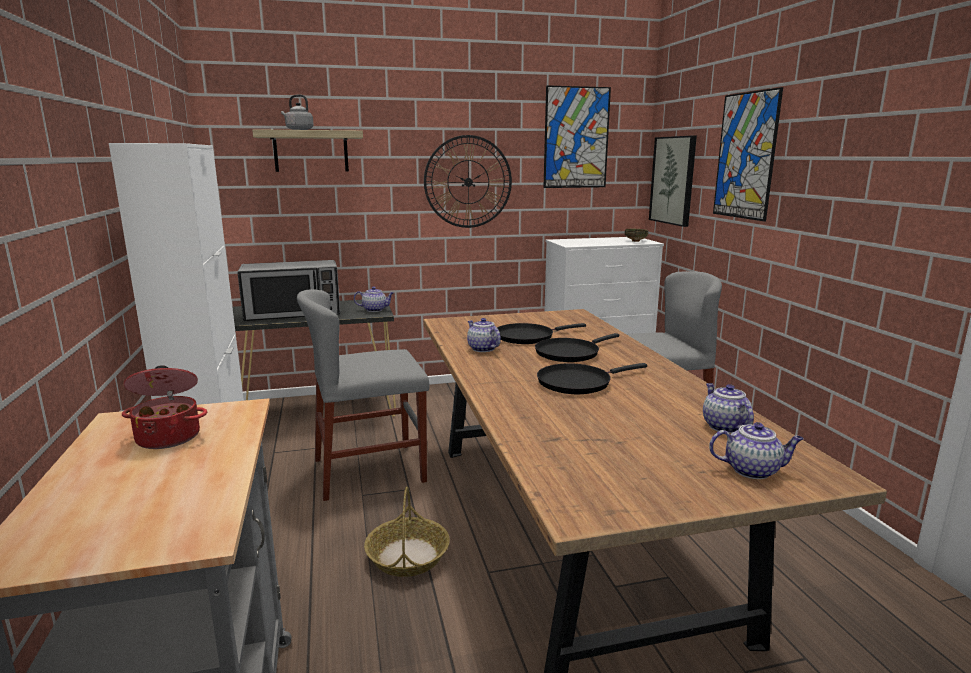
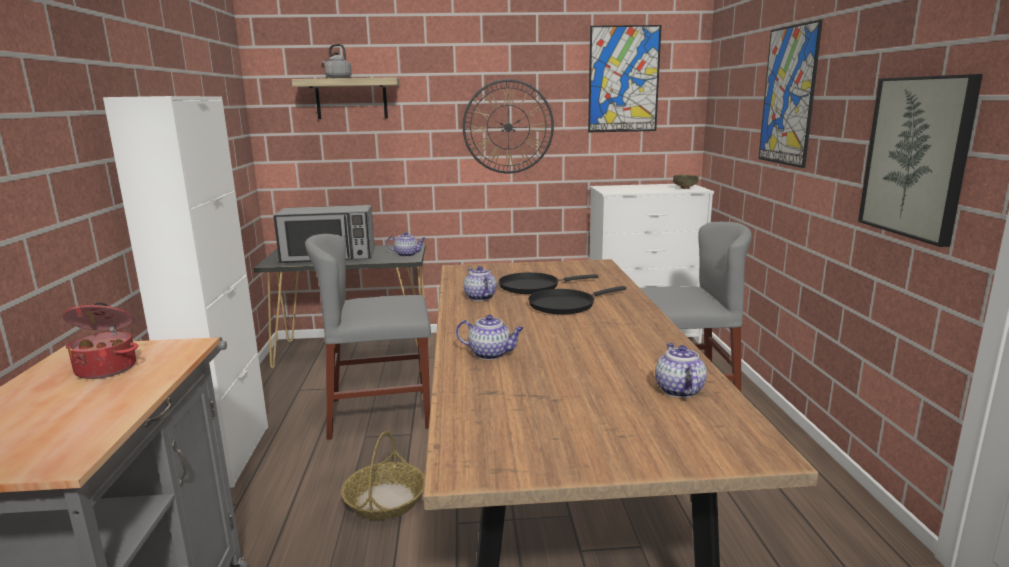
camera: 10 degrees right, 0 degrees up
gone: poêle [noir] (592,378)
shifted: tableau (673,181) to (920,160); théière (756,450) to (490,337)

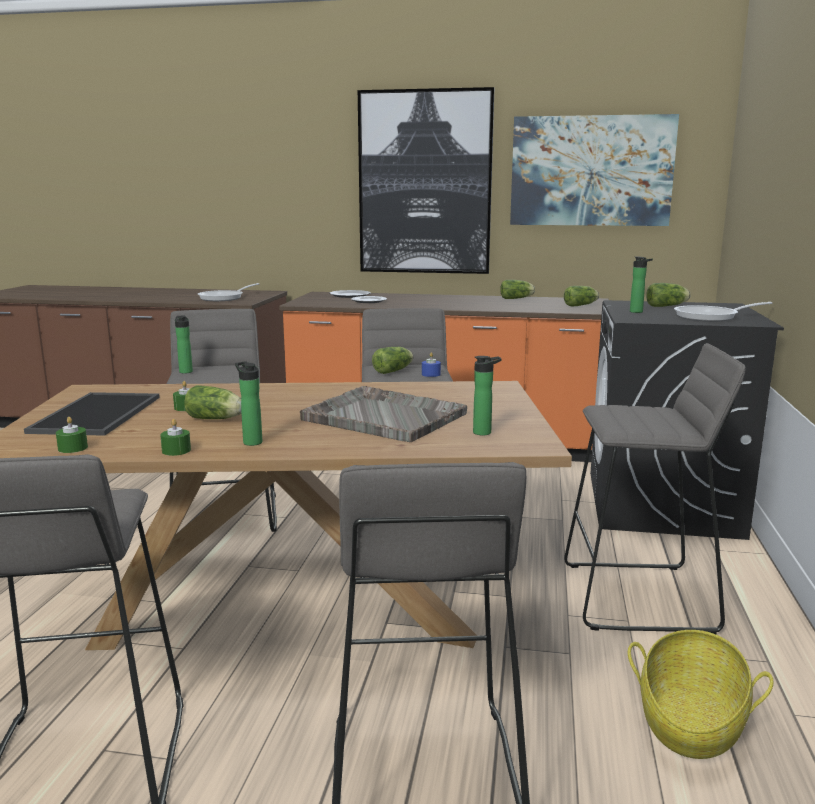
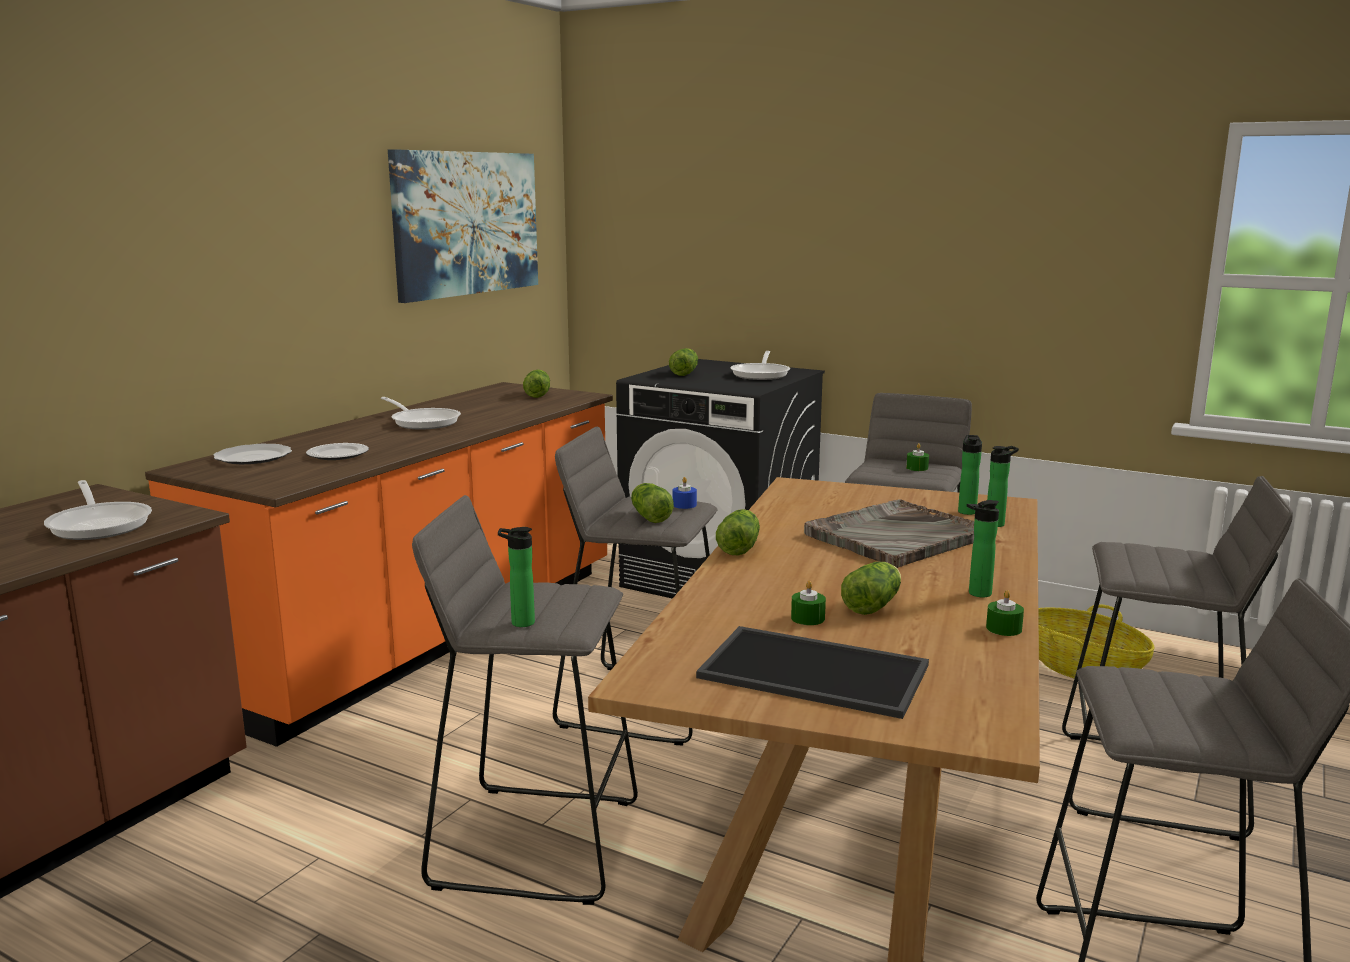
camera: 70 degrees left, 0 degrees up
gone: tableau (426,180)
new: poêle (421,413)
shifted: bouteille (641,285) to (1003,486); laitue (517,289) to (738,532); bougie [vert] (72,435) to (917,457)

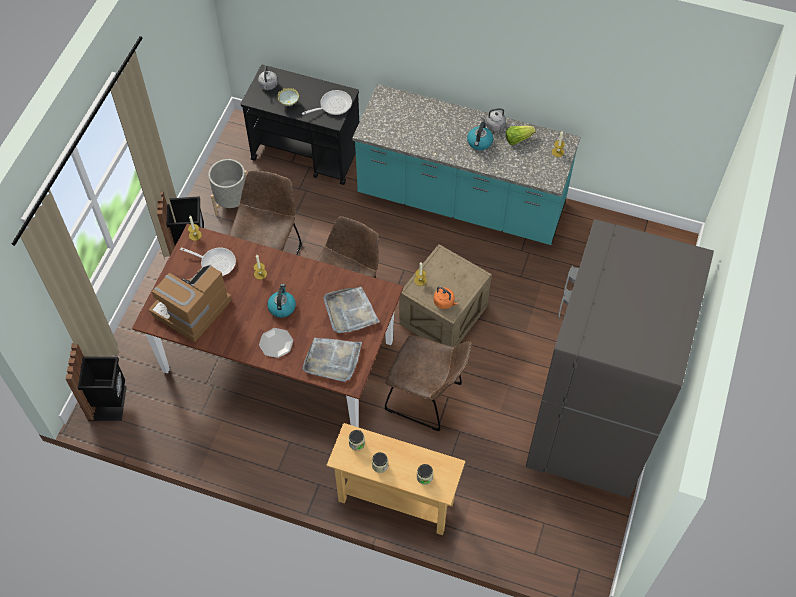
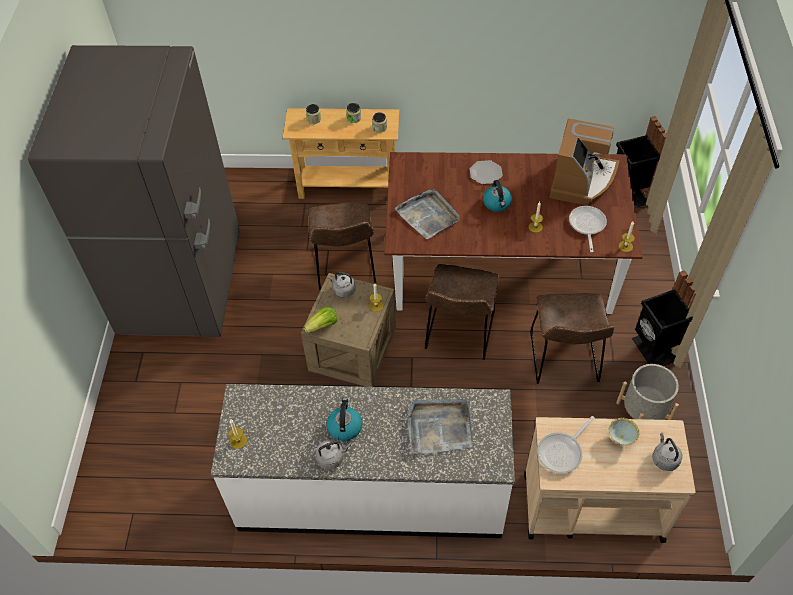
camera: 165 degrees right, 5 degrees down
shifted: laitue (521,135) to (321,319); plateau [gris] (332,360) to (440,426)
repainted: chariot [noir] (300,125) to chariot [beige] (610,480); comptoir de cuisine [turquoise] (466,164) to comptoir de cuisine [blanc] (363,461); bouilloire [orange] (446,297) to bouilloire [gris] (341,285)
rotated: poêle (208,261) = (588,229) 90 degrees clockwise; chaise [marron] (428,383) = (342,245) 105 degrees counterclockwise

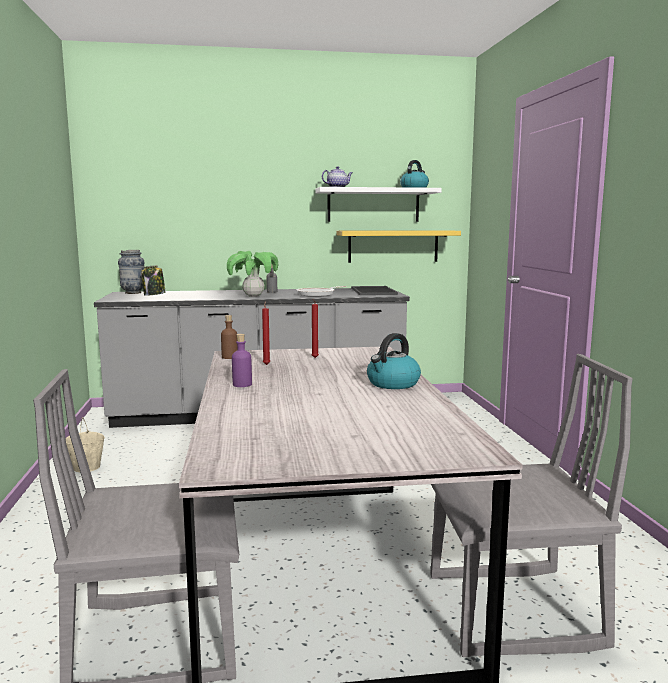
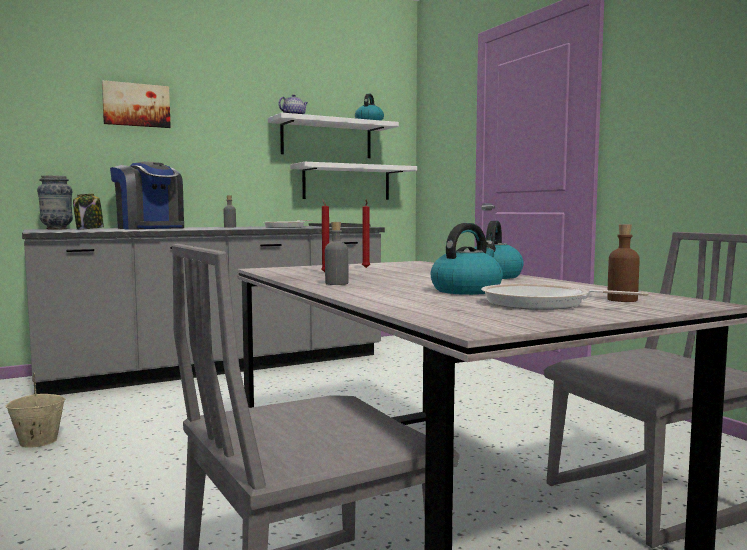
camera: 20 degrees left, 5 degrees down
gone: plante en pot (252,274)
new: tableau (136,104); machine à café (147,196); bouilloire (467,259); poêle (565,297)
shifted: bouteille [marron] (229,337) to (623,263)
repainted: étagère [jaune] (399,246) to étagère [blanc] (353,181); bouteille [violet] (242,360) to bouteille [gris] (336,253)

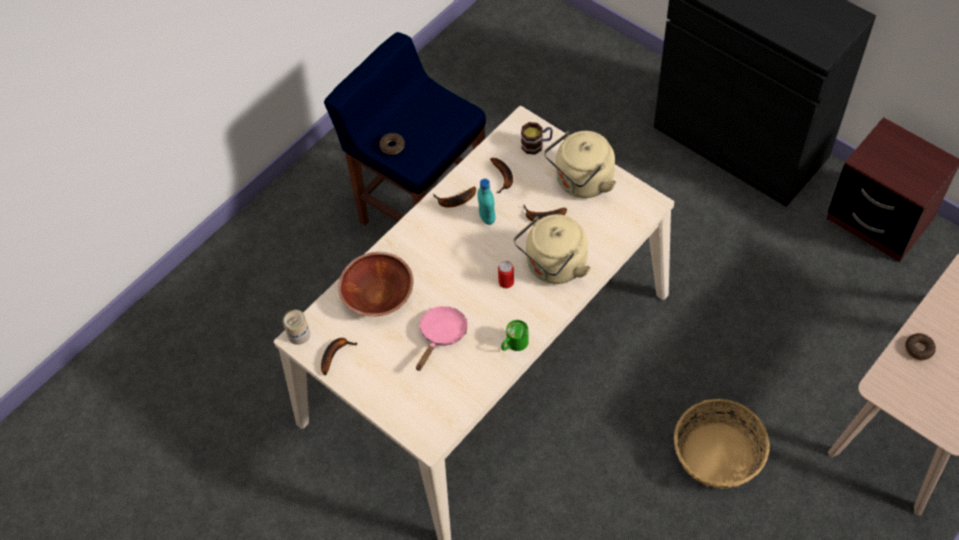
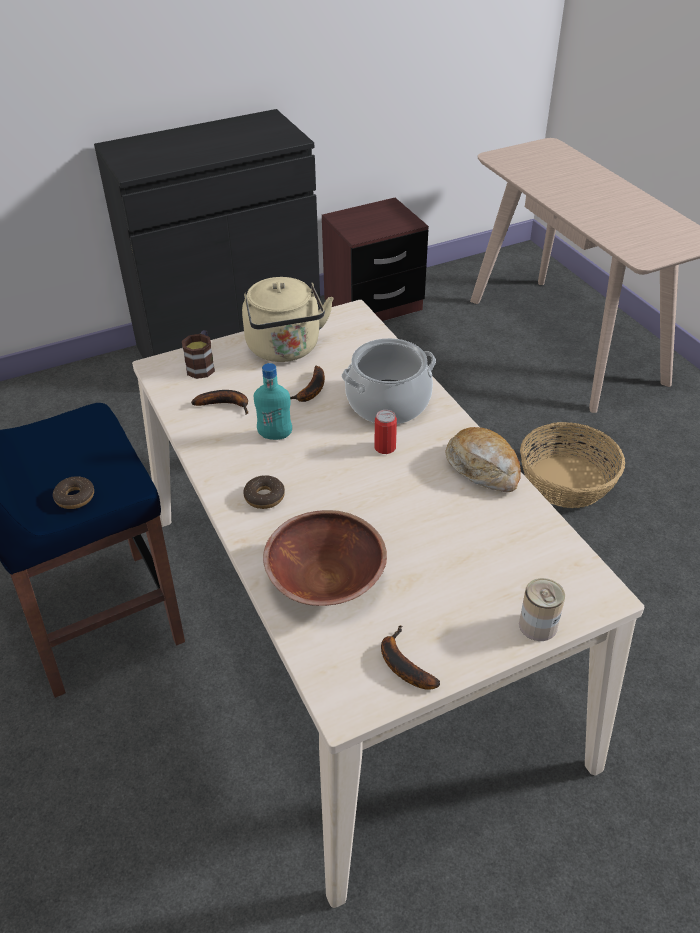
camera: 70 degrees left, 15 degrees down
gone: banane (454,197); poêle [rose] (442,338)
shifted: boîte métallique (296,327) to (542,609); beignet (920,346) to (264,492)
swapped: bouilloire [beige] (552,249) to marmite (388,381); mug [vert] (515,335) to pain (483,459)

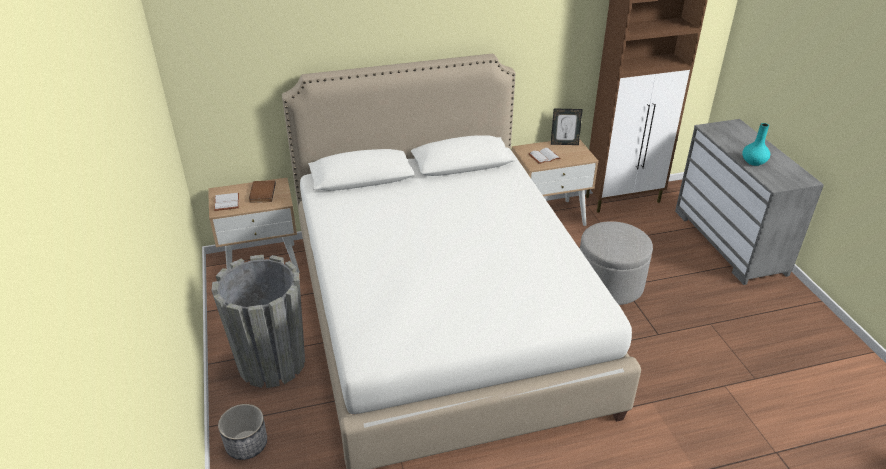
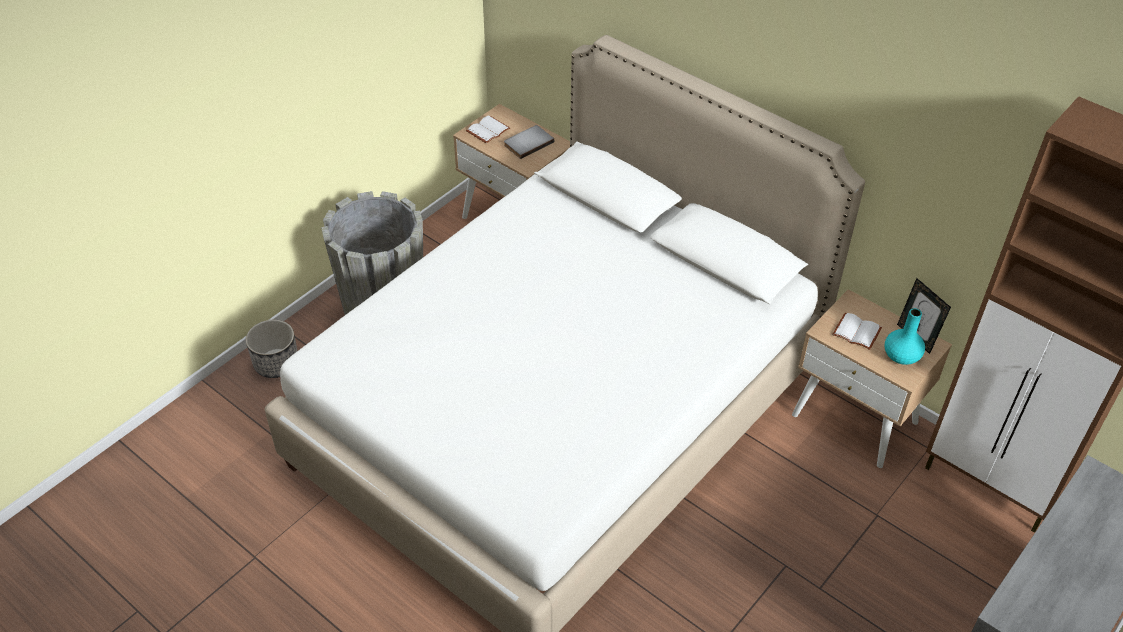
camera: 55 degrees right, 10 degrees up
gone: pouf [gris] (616,263)
shifted: vase [turquoise] (756,144) to (904,336)
repainted: livre [marron] (262,191) to livre [gris] (529,142)

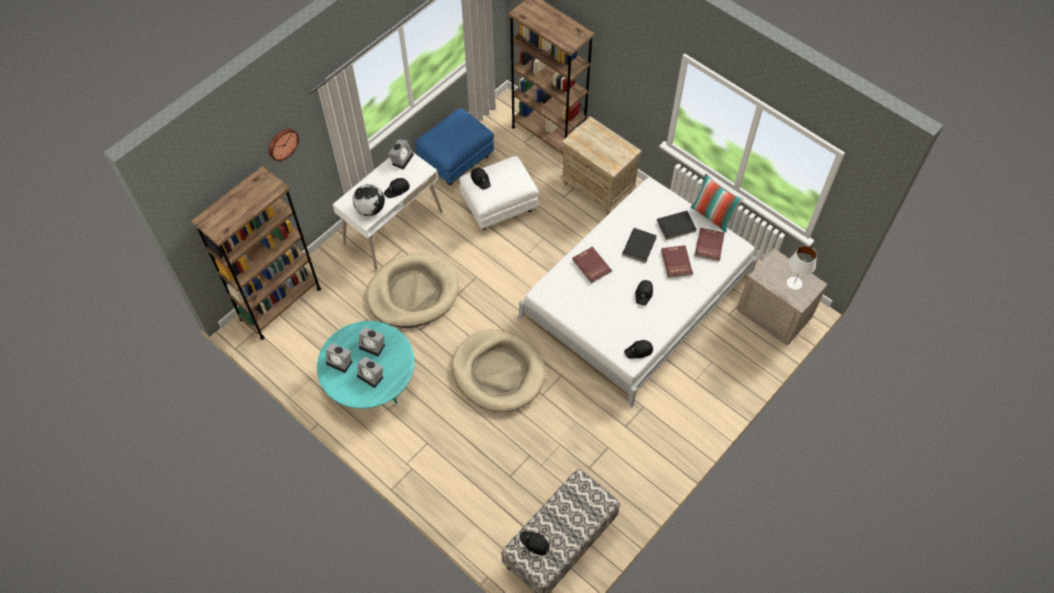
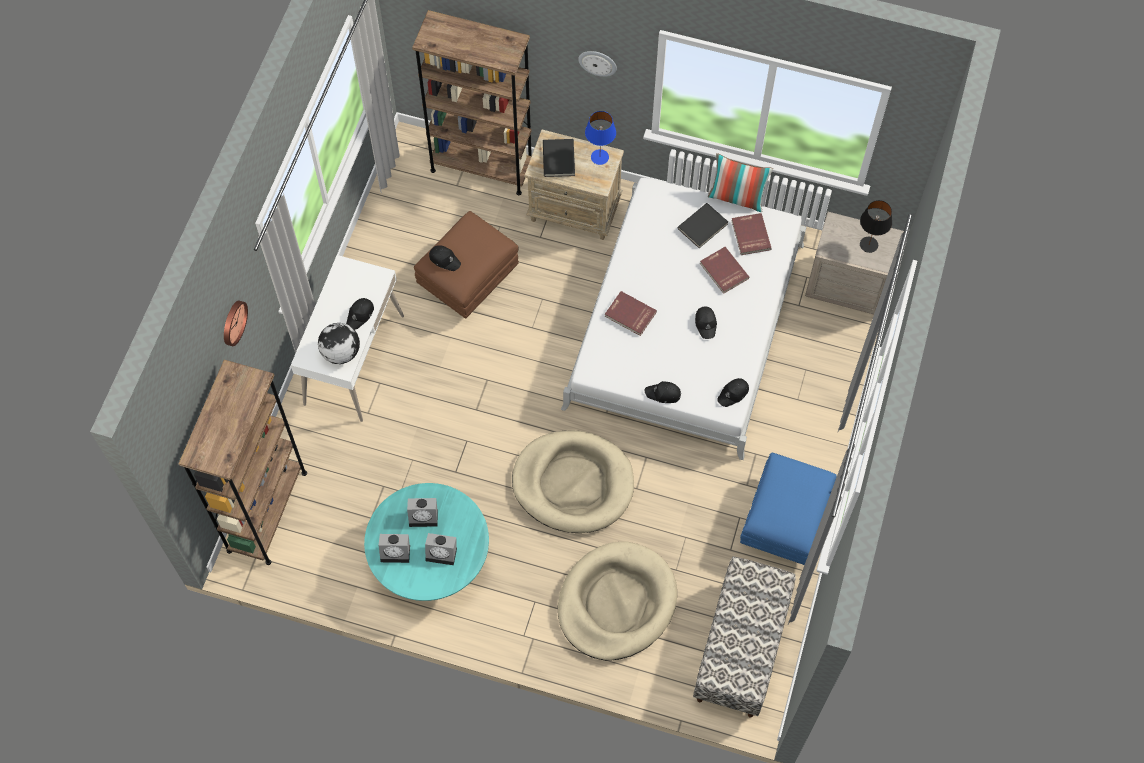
camera: 25 degrees left, 5 degrees up
gone: réveil (401,154)
new: horloge murale (597,64); lampe de table [bleu] (600,138)
shifted: pouf [bleu] (454,146) to (788,509); livre [noir] (639,245) to (559,158); panier pour chien [beige] (413,290) to (617,601); casquette [noir] (535,543) to (663,392)
repainted: pouf [blanc] (499,193) to pouf [marron] (466,265); lampe de table [blanc] (802,268) to lampe de table [noir] (876,226)

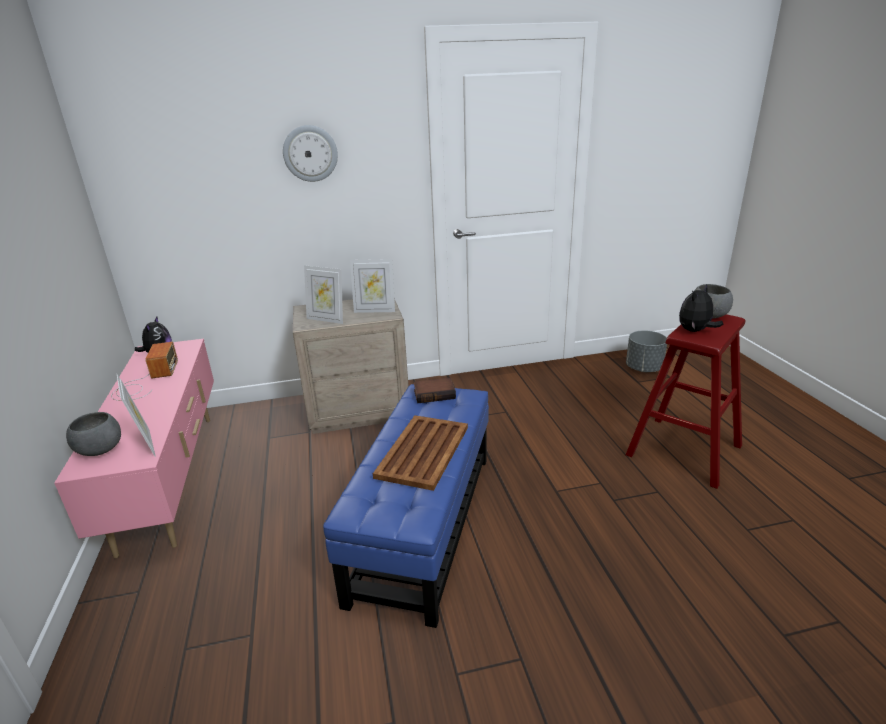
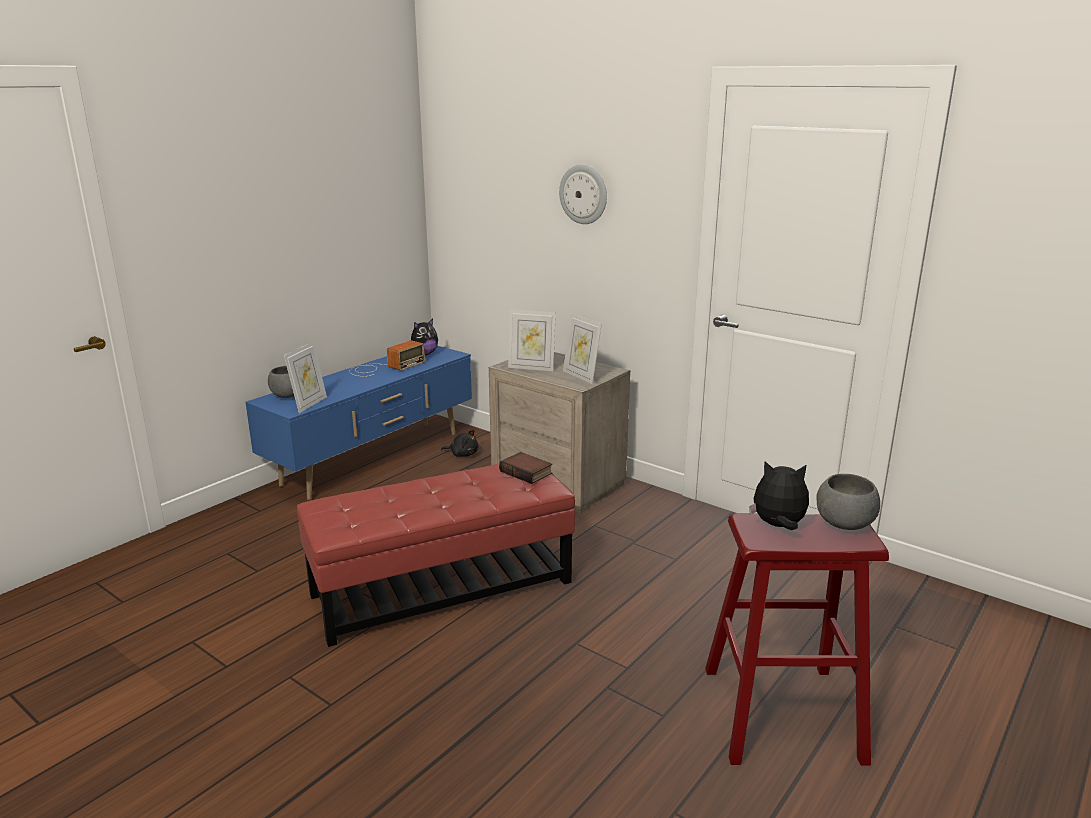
camera: 50 degrees right, 5 degrees down
gone: cache-pot [gris] (646,351); plateau [marron] (420,453)
new: peluche [noir] (460,443)
repainted: meuble télé [rose] (134,448) to meuble télé [bleu] (358,423); pouf [bleu] (406,506) to pouf [rouge] (436,555)
rotated: cadre photo (323,294) = (532,340) 60 degrees counterclockwise

